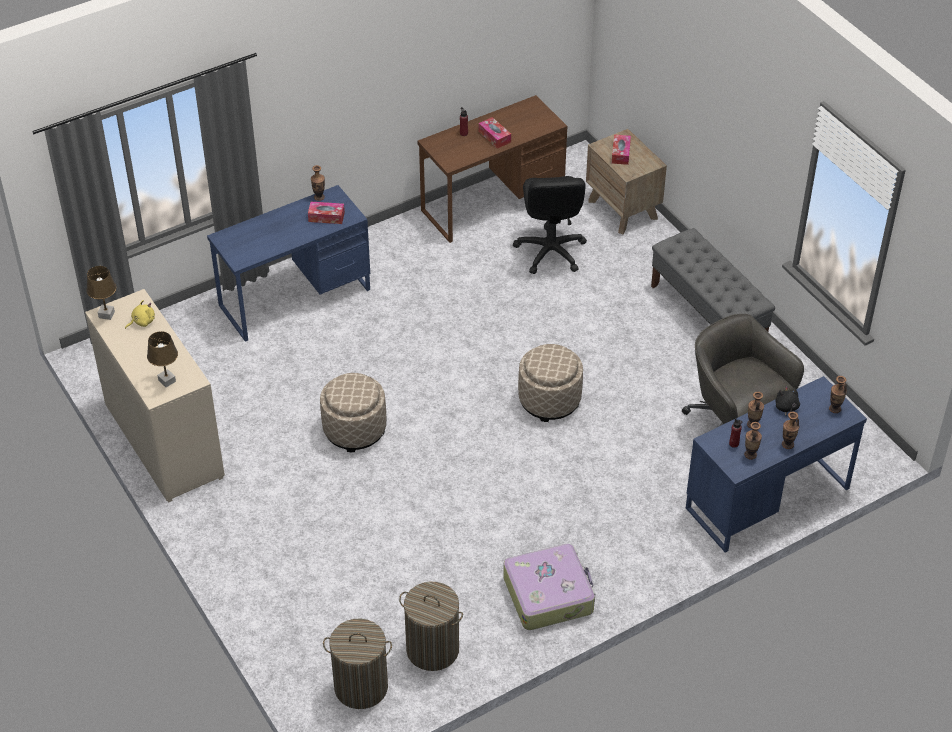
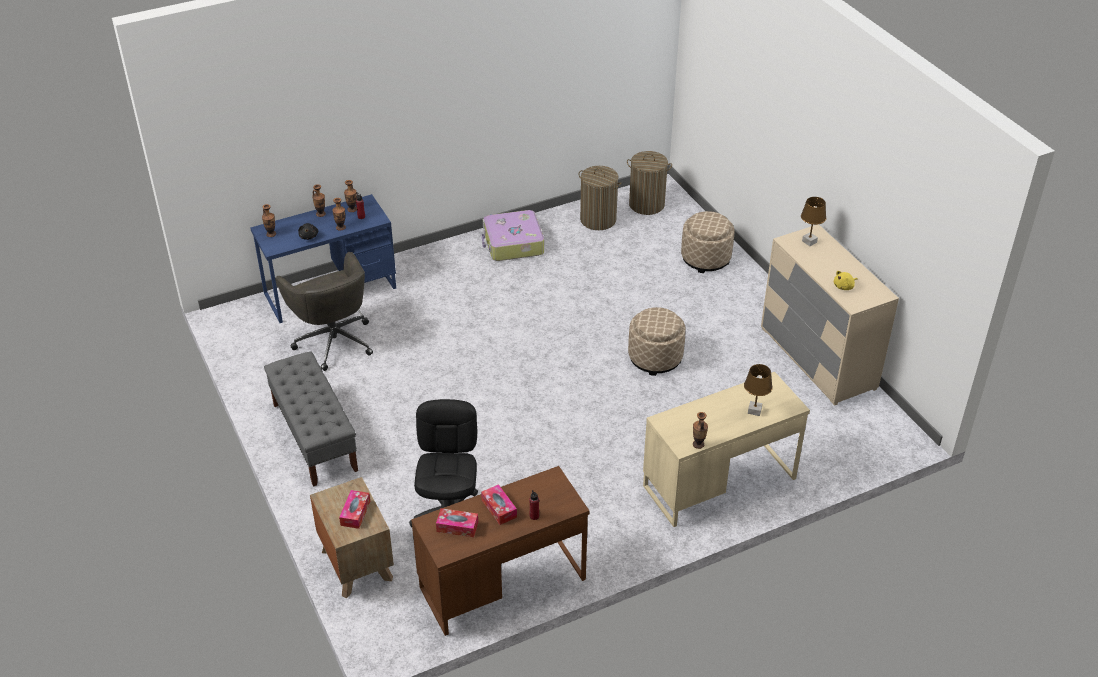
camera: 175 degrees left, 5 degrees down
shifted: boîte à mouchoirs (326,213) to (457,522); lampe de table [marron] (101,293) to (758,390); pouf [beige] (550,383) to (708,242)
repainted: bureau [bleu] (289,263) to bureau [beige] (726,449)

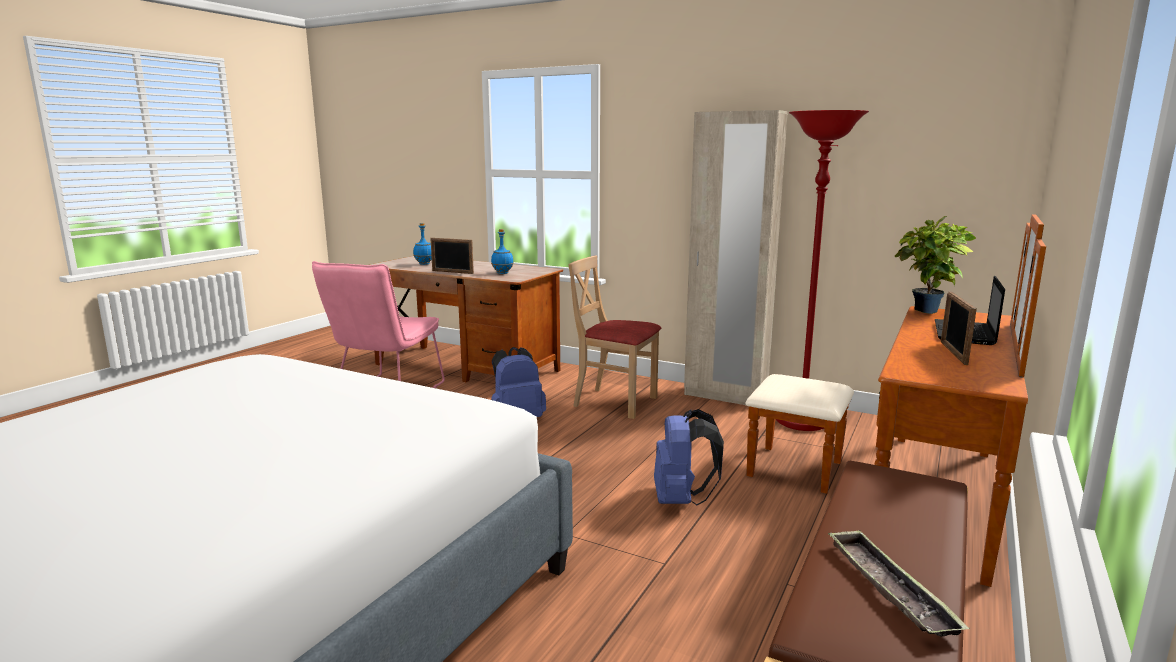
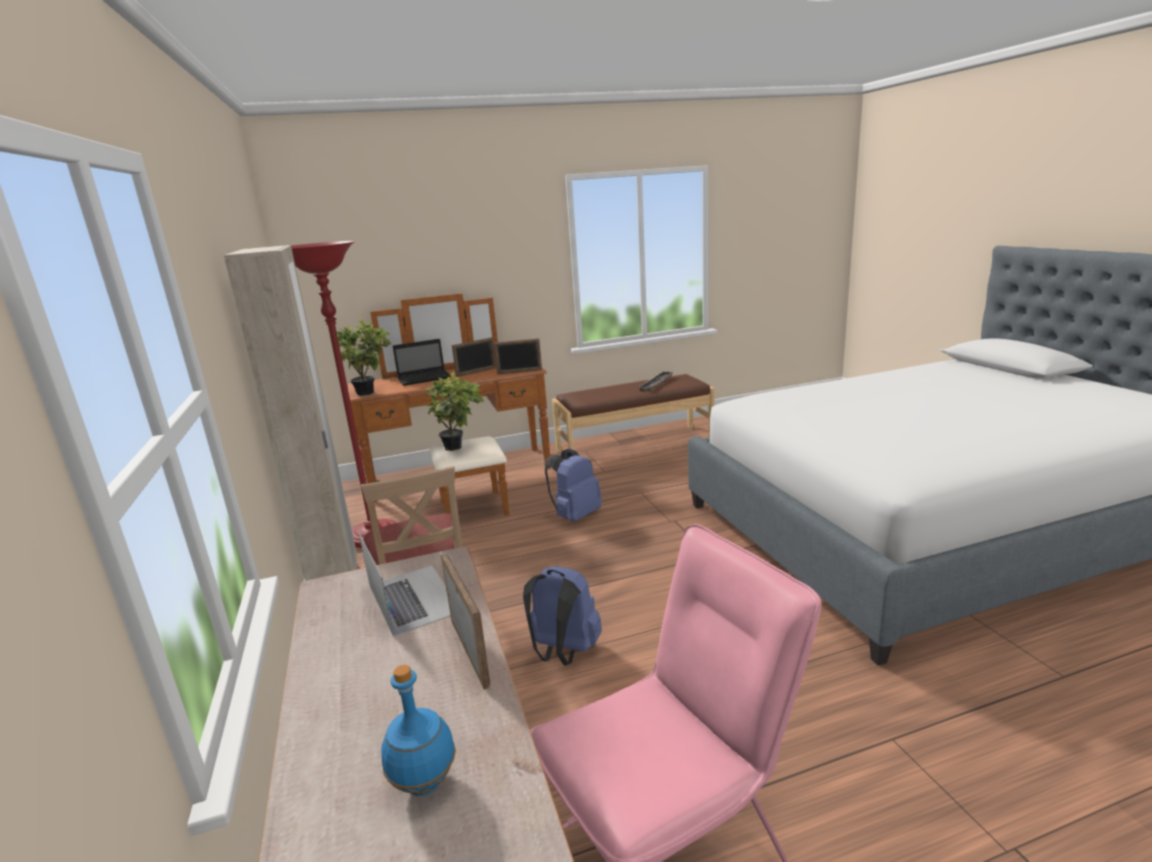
camera: 135 degrees left, 5 degrees up
new: cadre photo (518,356); plante en pot (454,411)
swapped: bouteille [bleu] (502,251) to ordinateur portable (405,585)

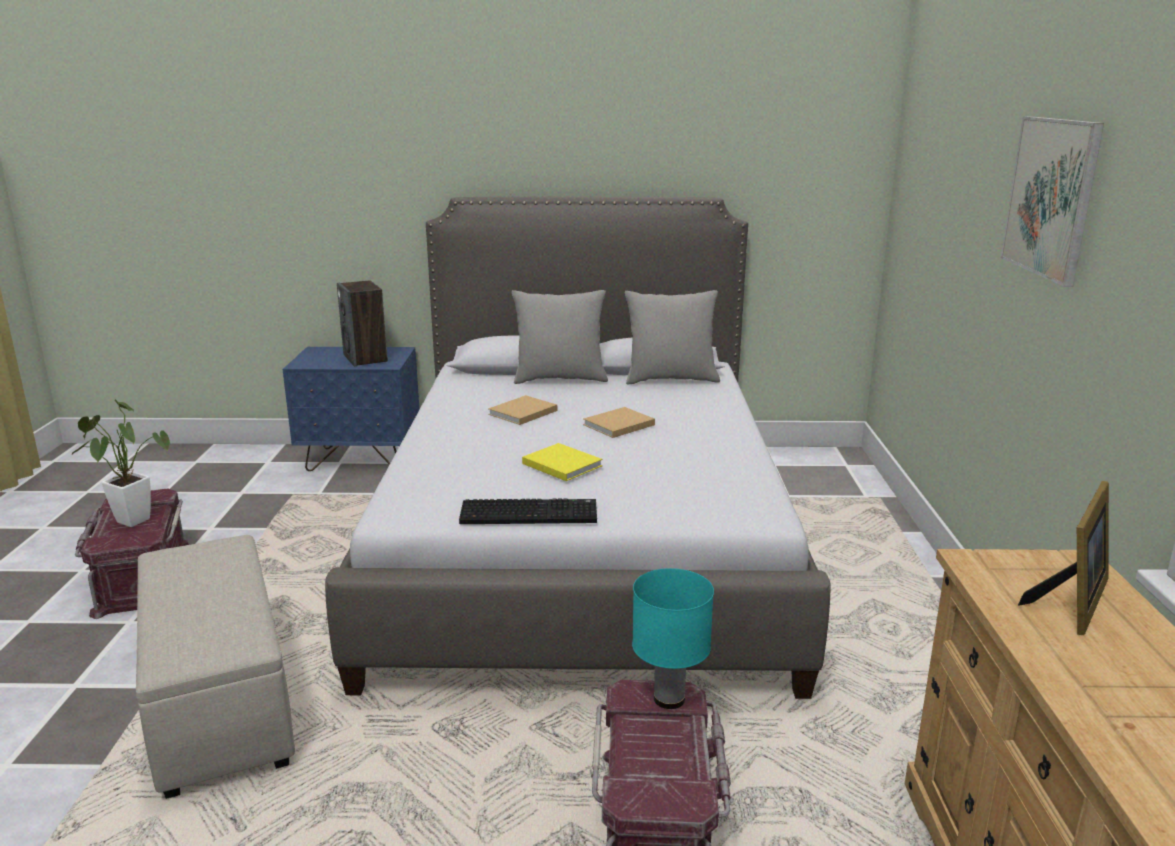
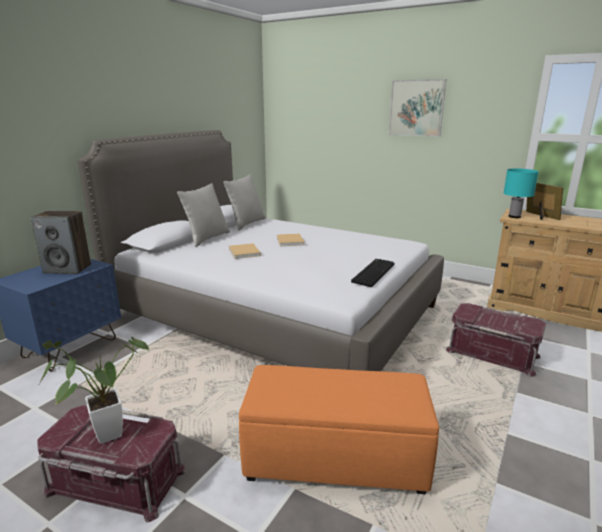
camera: 60 degrees left, 0 degrees up
gone: livre [jaune] (562,462)
shifted: lampe de table [turquoise] (673,638) to (521,193)
repainted: pouf [beige] (215,667) to pouf [orange] (339,429)

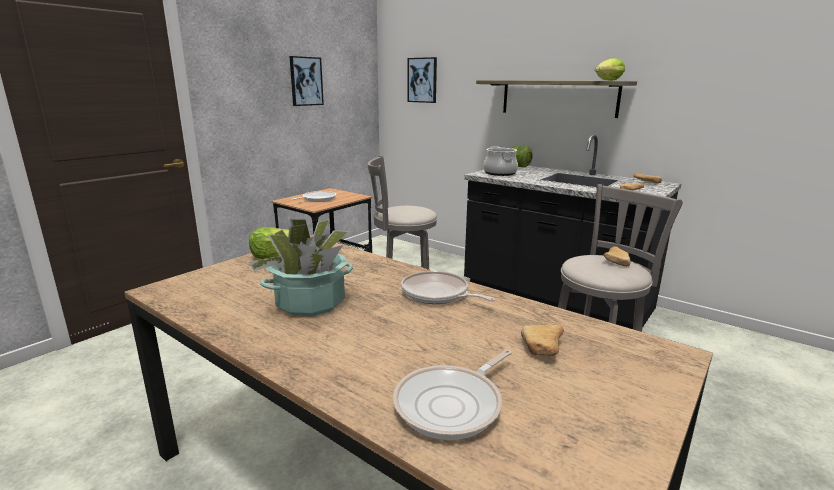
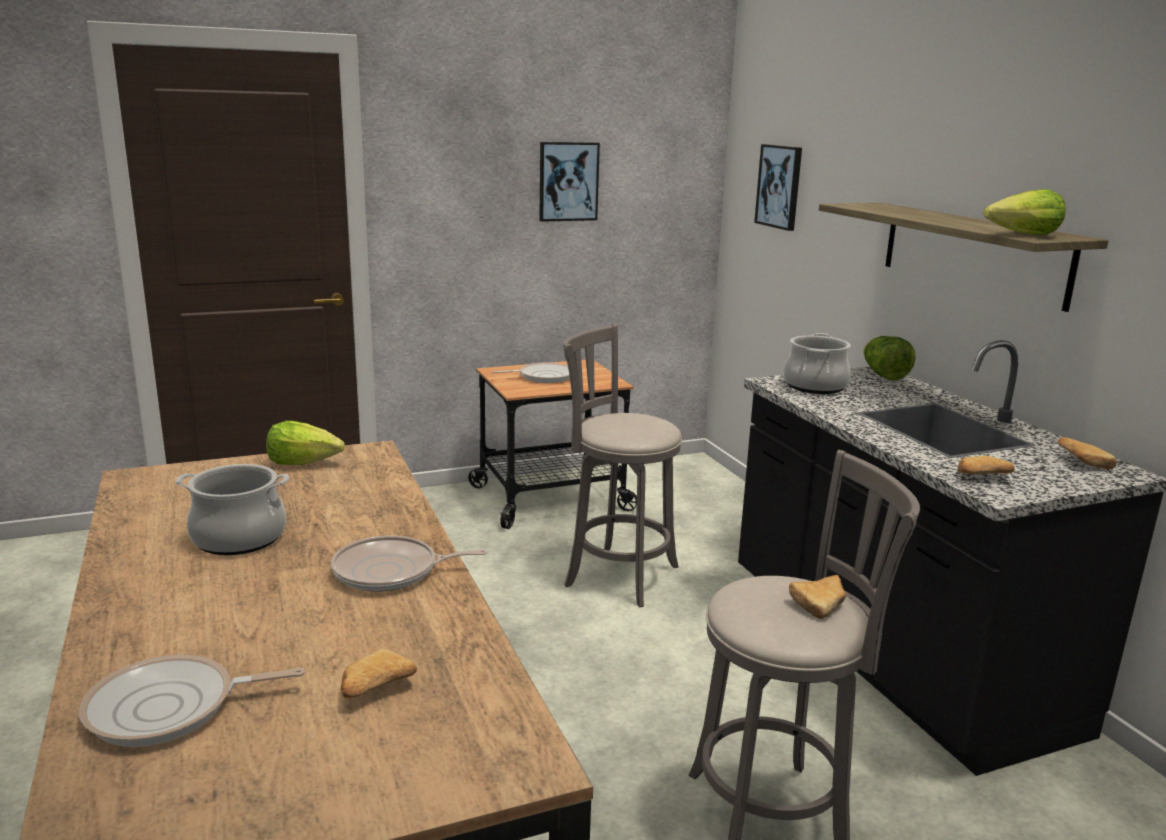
camera: 30 degrees right, 0 degrees up
swapped: plante en pot (301,267) to marmite (232,509)
rotated: poêle (448,287) = (409,564) 75 degrees counterclockwise

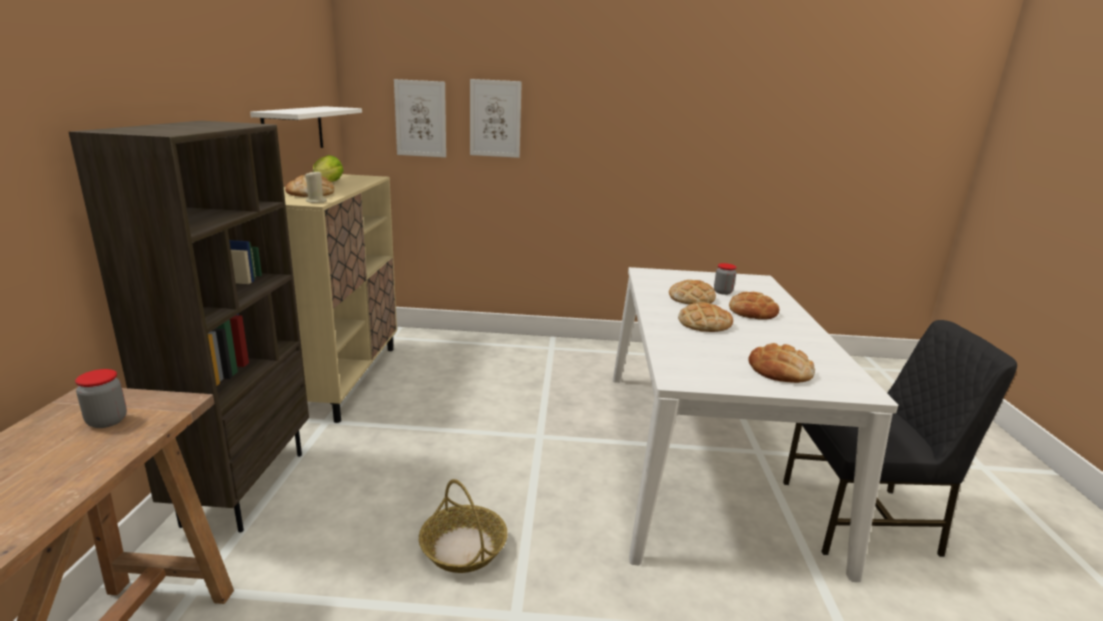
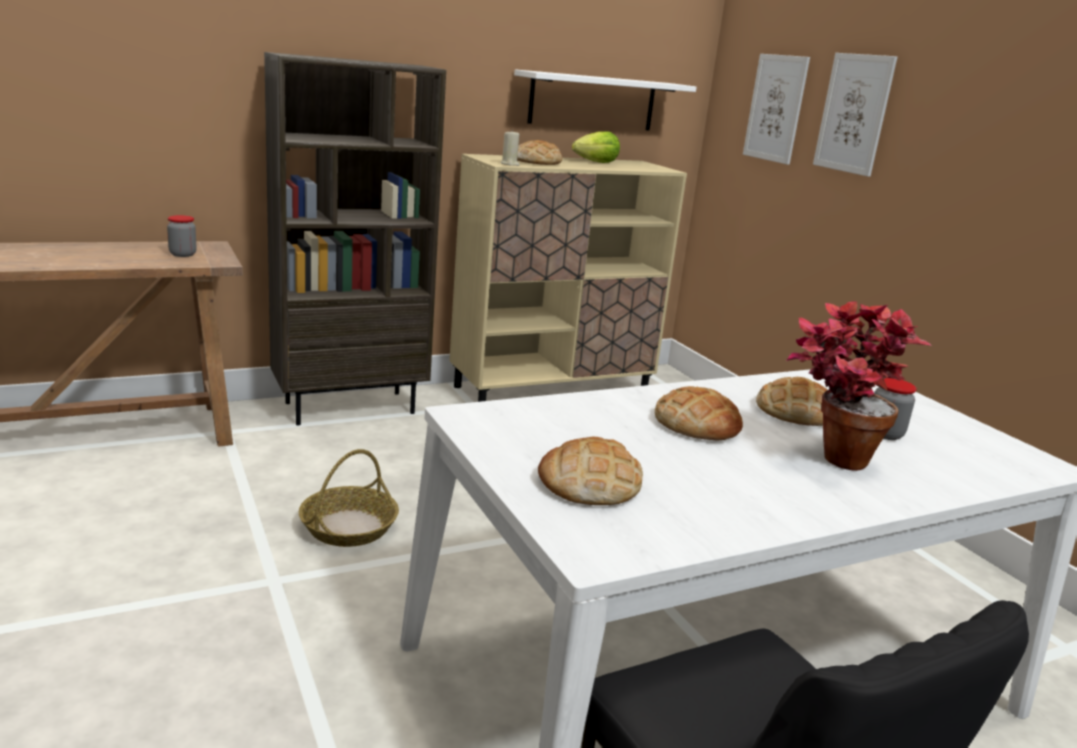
camera: 60 degrees right, 0 degrees up
swapped: pain (754,306) to plante en pot (859,386)

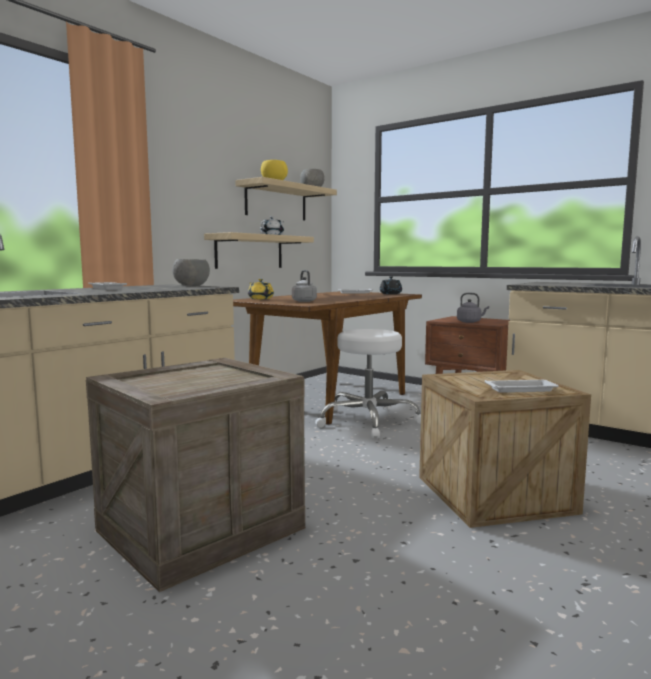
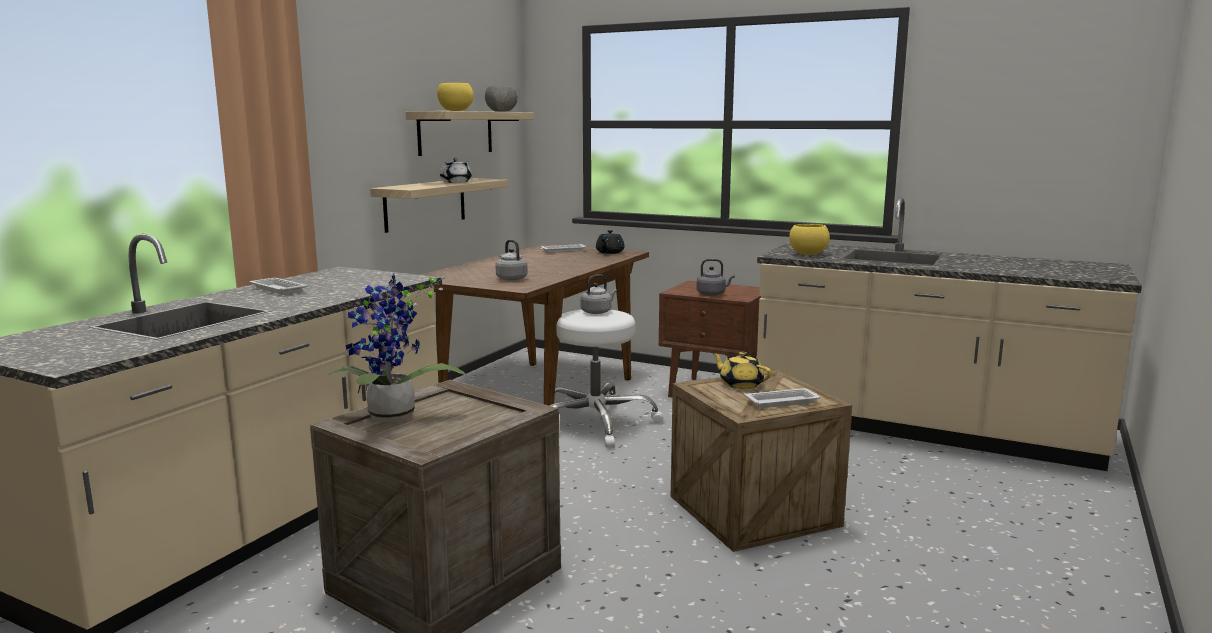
camera: 10 degrees left, 5 degrees up
gone: bol [gris] (191,272)
new: bol [jaune] (809,239); plante en pot (398,347); bouilloire [gris] (598,294)
shifted: théière [jaune] (261,289) to (741,370)

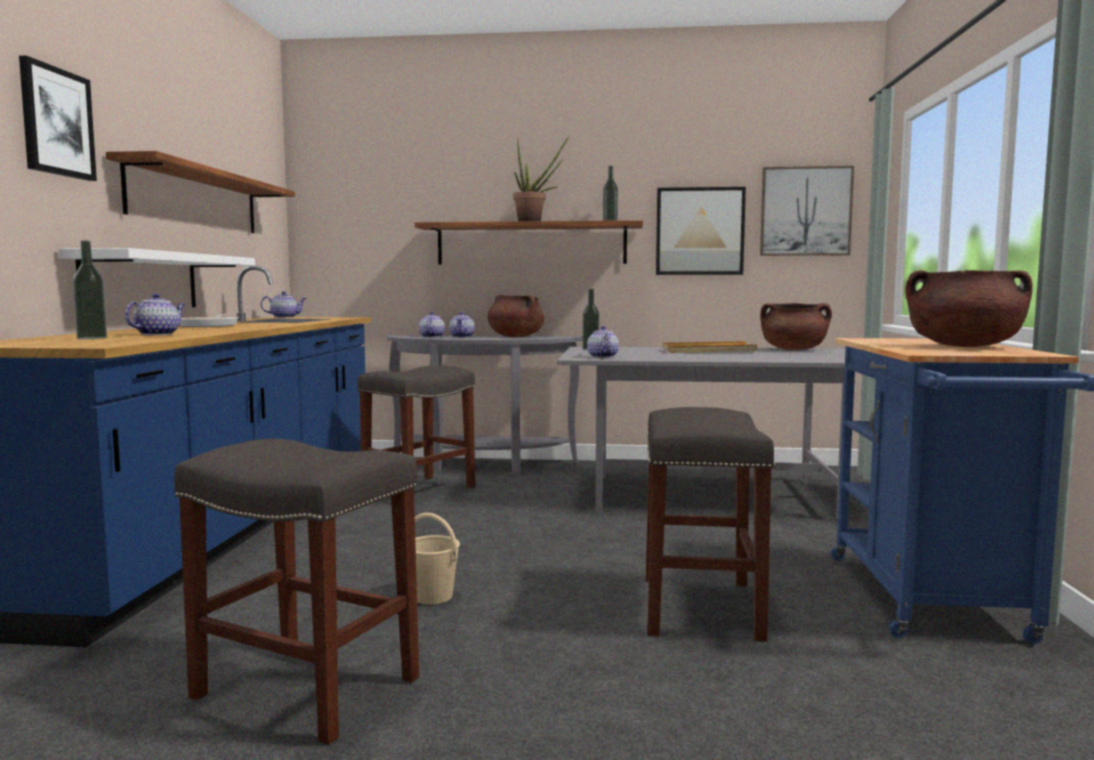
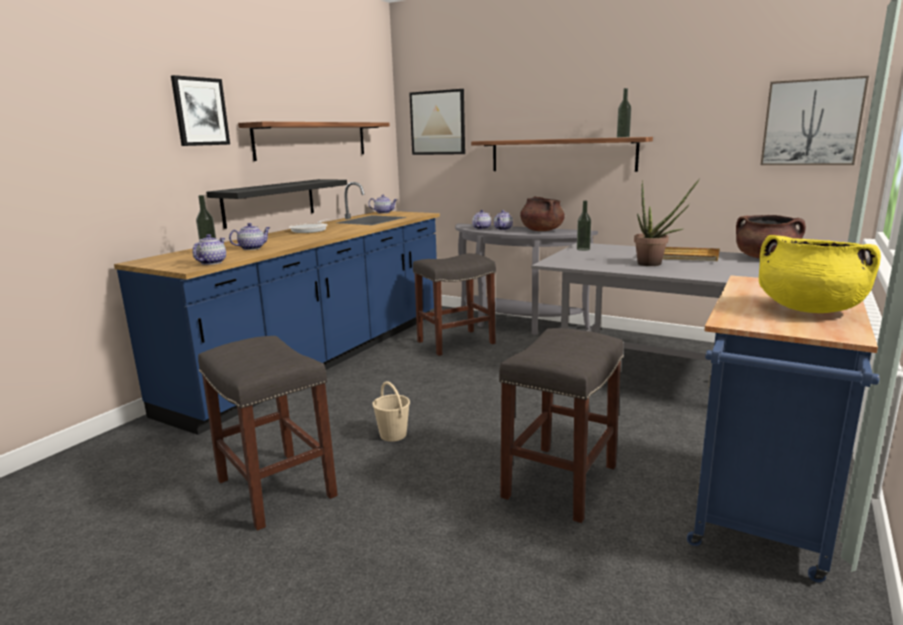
camera: 25 degrees right, 10 degrees up
shifted: plante en pot (541,178) to (667,222); tableau (701,231) to (437,122); théière (603,342) to (209,249)
repainted: étagère [blanc] (156,277) to étagère [noir] (276,204); marmite [marron] (969,308) to marmite [jaune] (820,274)

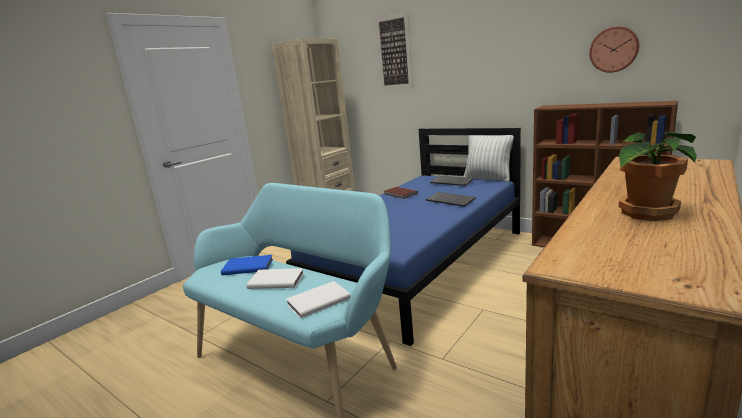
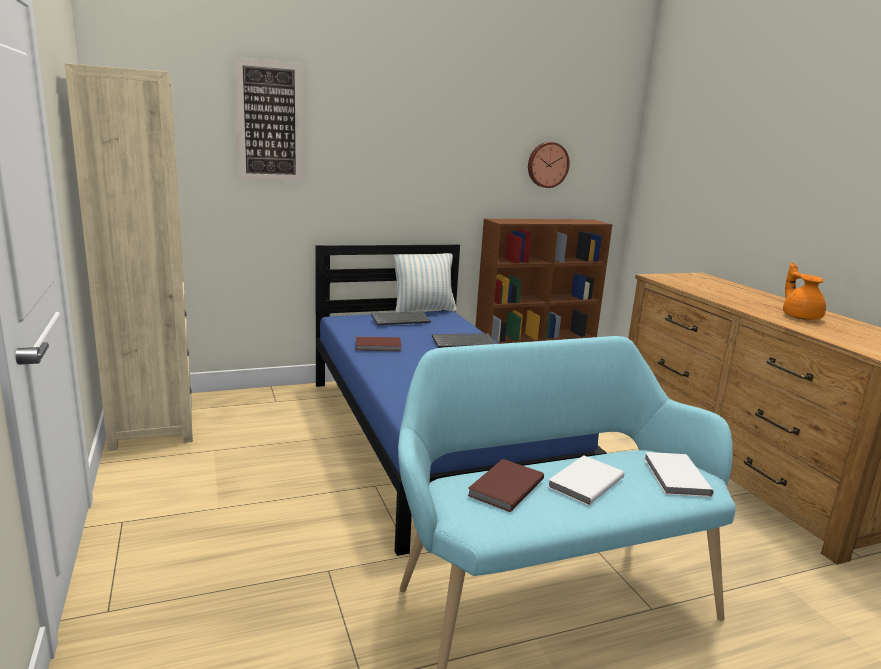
camera: 60 degrees left, 0 degrees up
swapped: plante en pot (657,176) to théière [orange] (804,291)
repainted: livre [bleu] (247,265) to livre [marron] (505,485)

